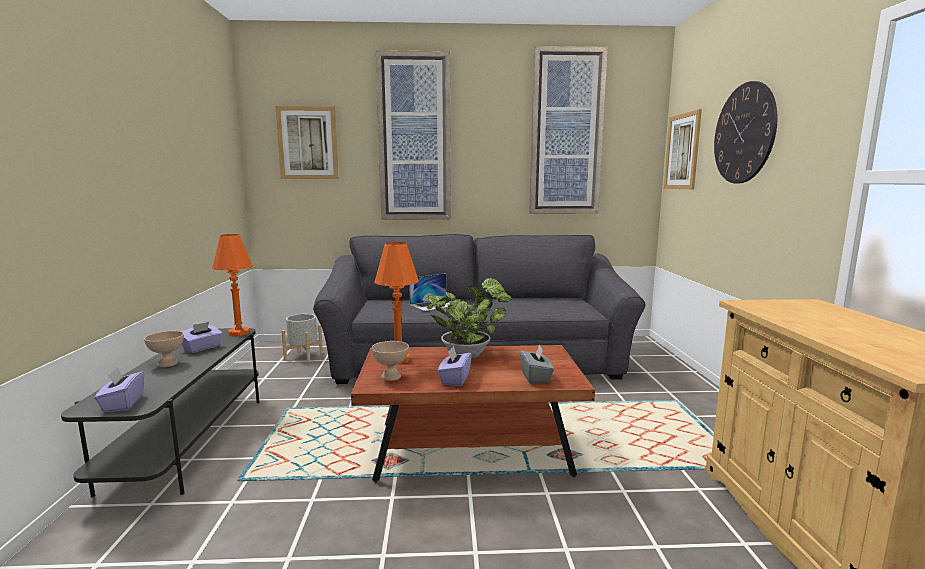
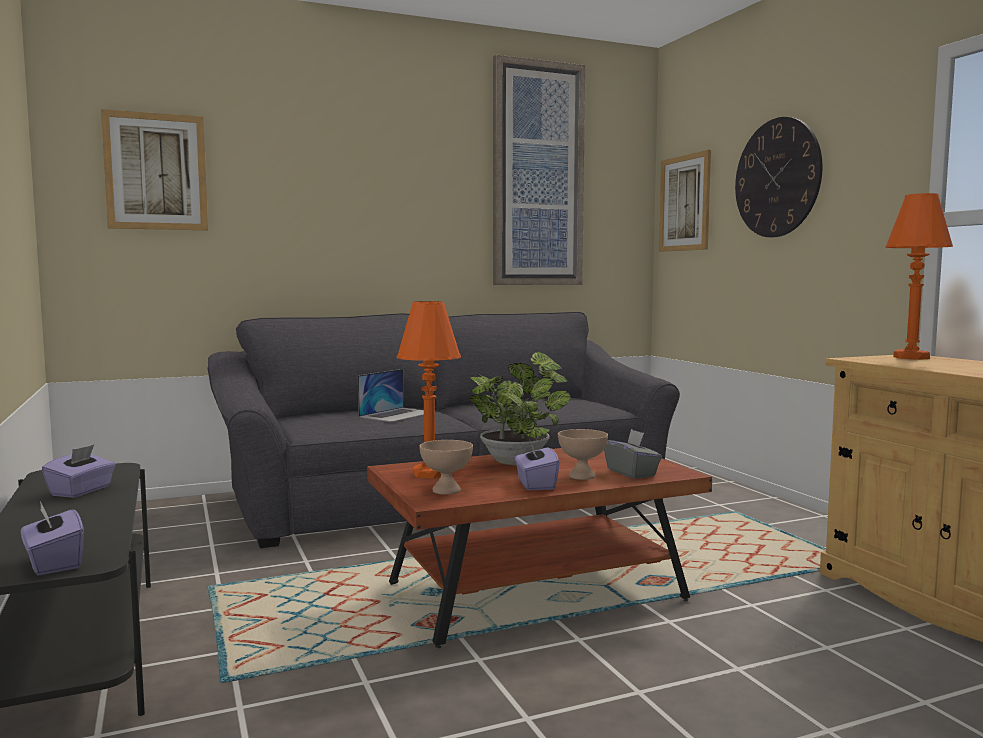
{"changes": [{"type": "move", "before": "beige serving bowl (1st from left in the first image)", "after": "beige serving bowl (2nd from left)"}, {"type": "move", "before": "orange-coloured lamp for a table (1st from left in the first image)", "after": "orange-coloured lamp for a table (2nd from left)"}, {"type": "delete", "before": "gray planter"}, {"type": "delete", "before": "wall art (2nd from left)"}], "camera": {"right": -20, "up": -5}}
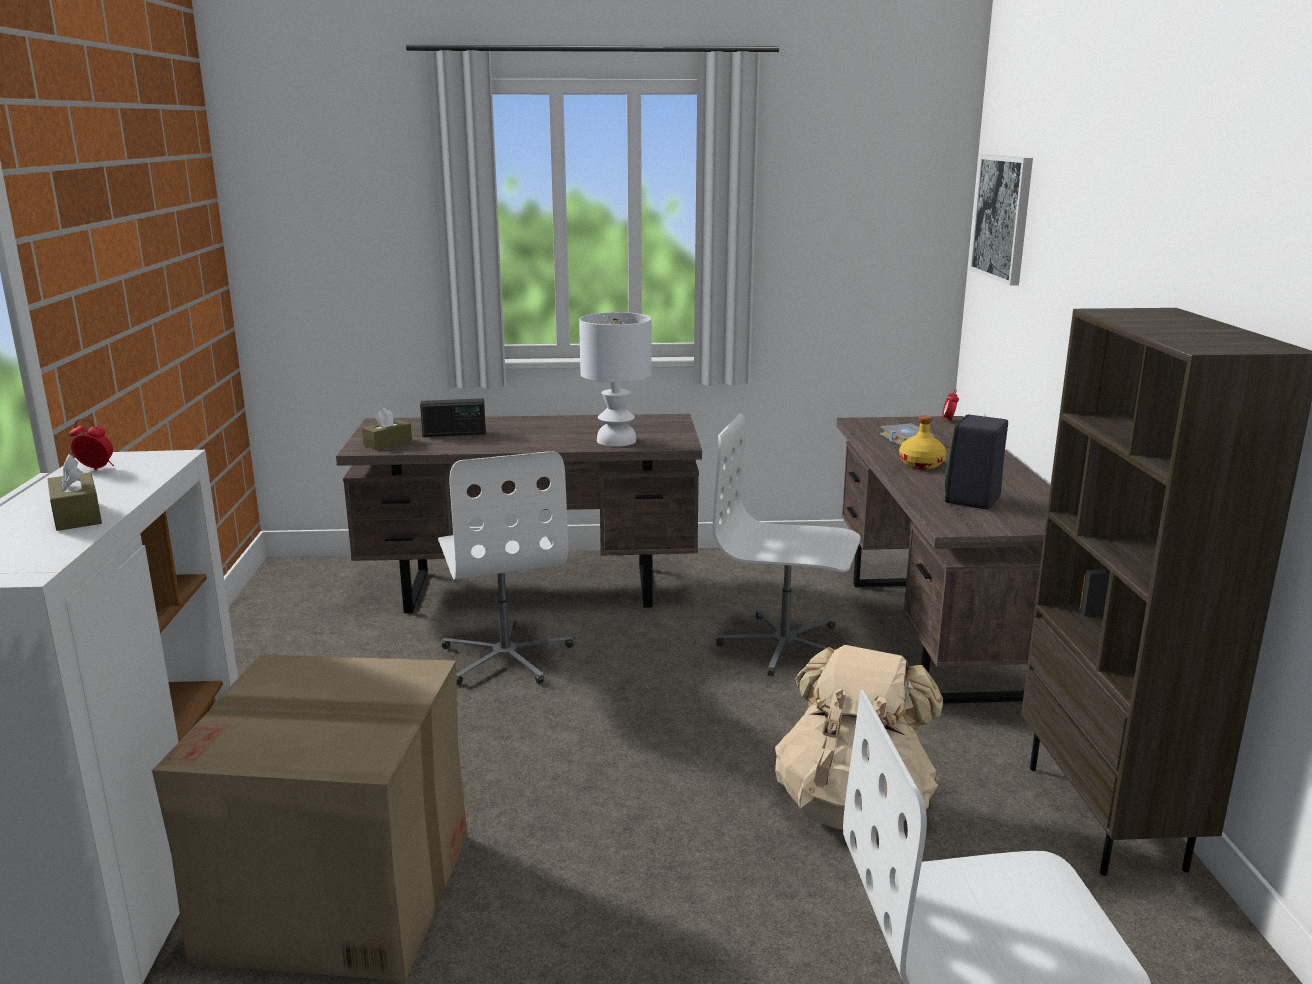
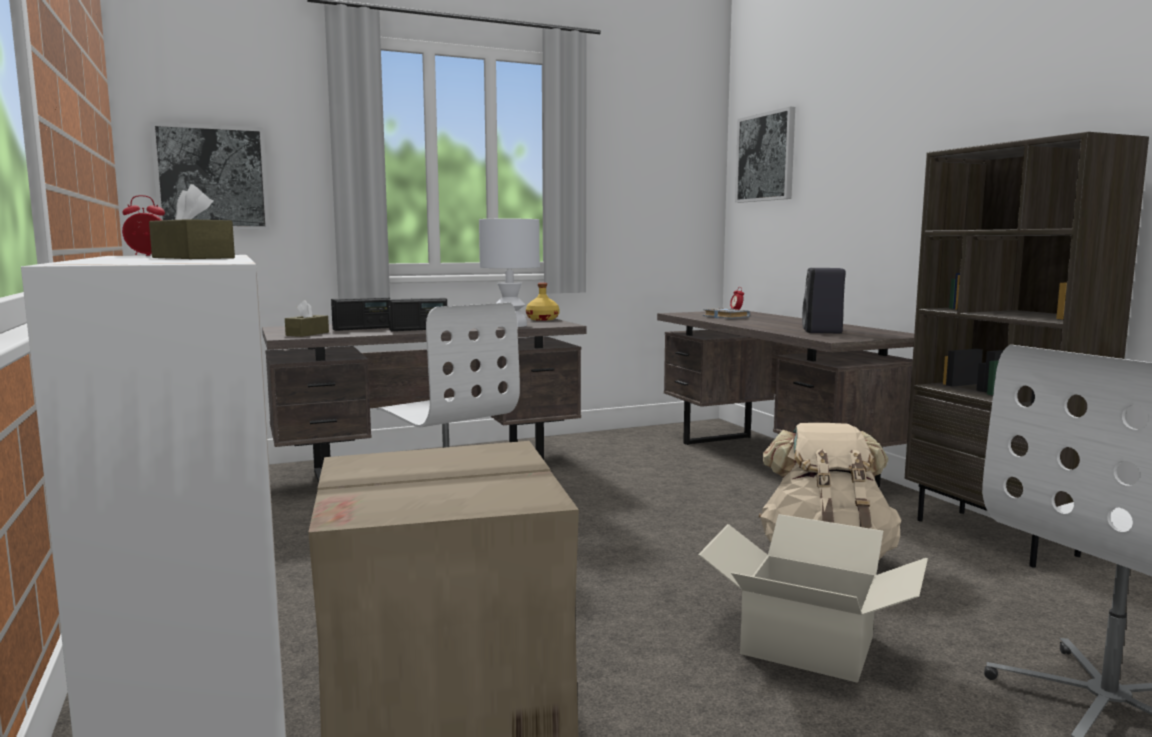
{"changes": [{"type": "delete", "before": "white desk chair (2nd from left)"}, {"type": "move", "before": "yellowish drink bottle"}, {"type": "insert", "after": "wall art (1st from left)"}, {"type": "insert", "after": "radio (2nd from left)"}, {"type": "insert", "after": "packing box (2nd from left)"}], "camera": {"right": -20, "up": -10}}
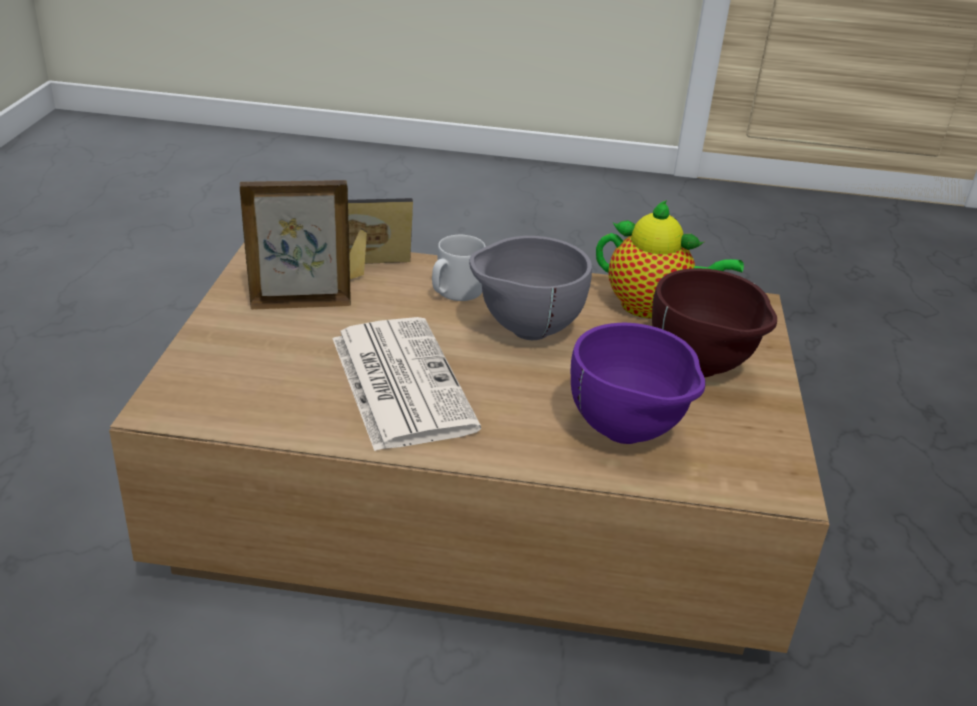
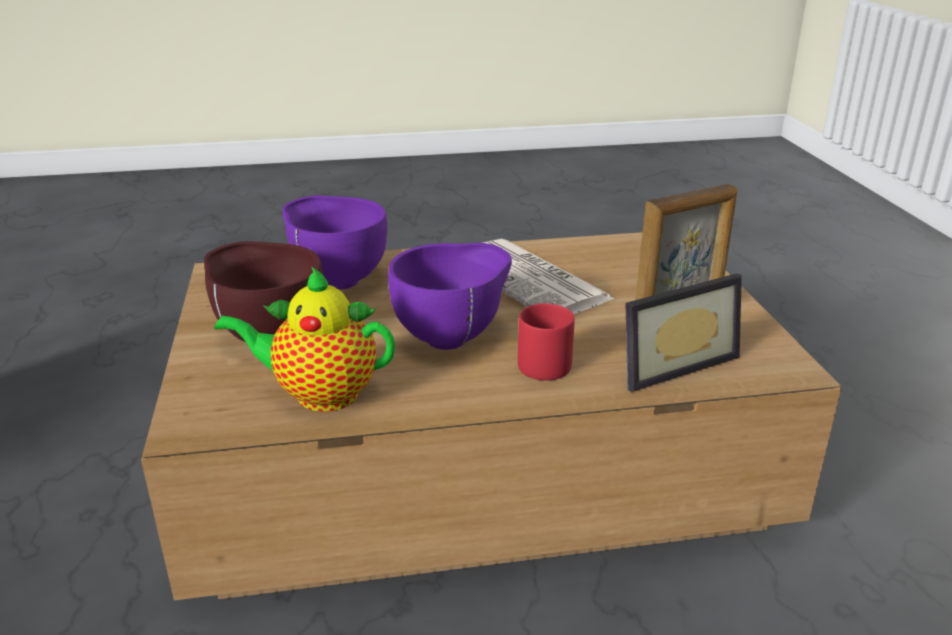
{"changes": [{"type": "recolor", "before": "gray tea mug", "after": "red tea mug"}, {"type": "recolor", "before": "gray serving bowl", "after": "purplish serving bowl (2nd from left)"}], "camera": {"right": 165, "up": -5}}
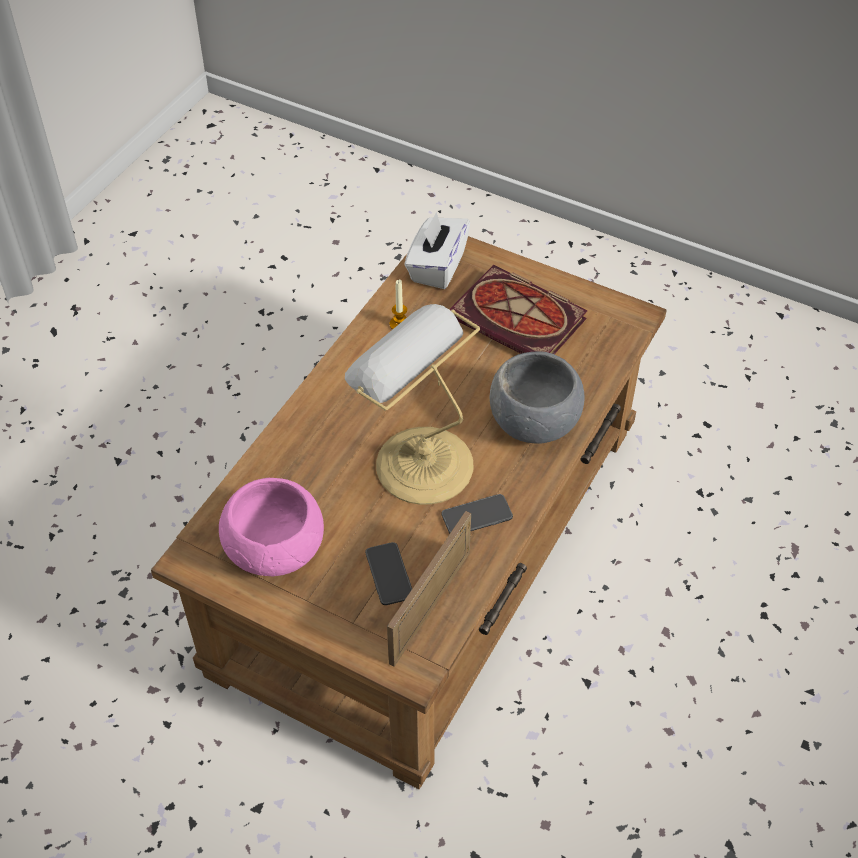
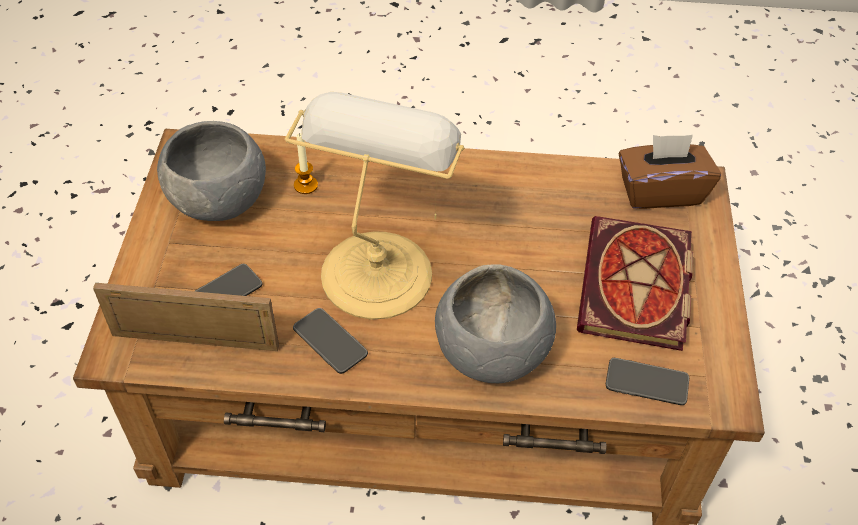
{"changes": [{"type": "recolor", "before": "pink-coloured serving bowl", "after": "gray serving bowl (1st from left)"}, {"type": "move", "before": "wax light"}, {"type": "recolor", "before": "white tissue holder", "after": "brown-coloured tissue holder"}, {"type": "insert", "after": "handset (3rd from left)"}], "camera": {"right": 65, "up": 0}}
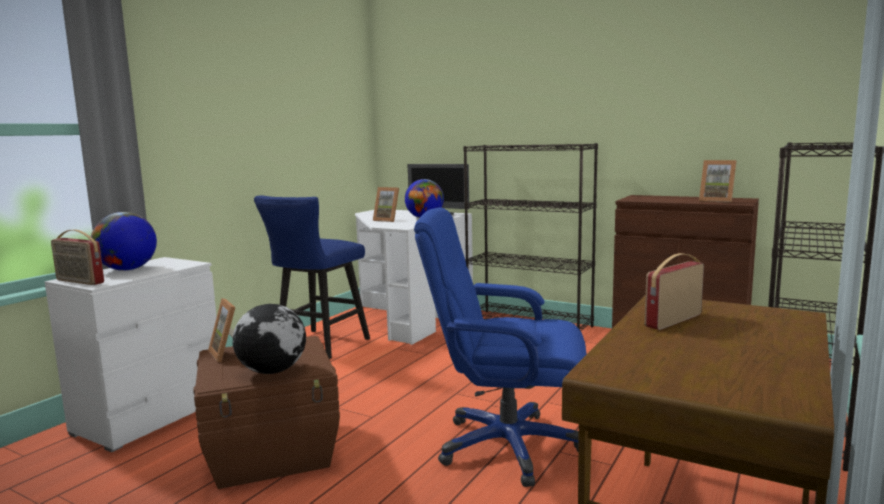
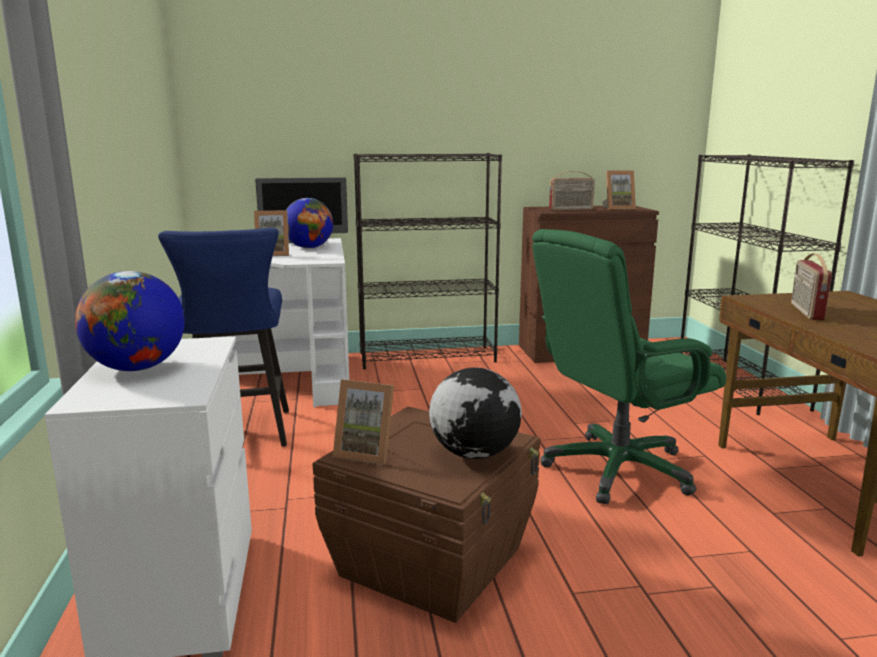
{"changes": [{"type": "move", "before": "radio (1st from left)"}, {"type": "recolor", "before": "bluish desk chair", "after": "green desk chair"}], "camera": {"right": -40, "up": 5}}
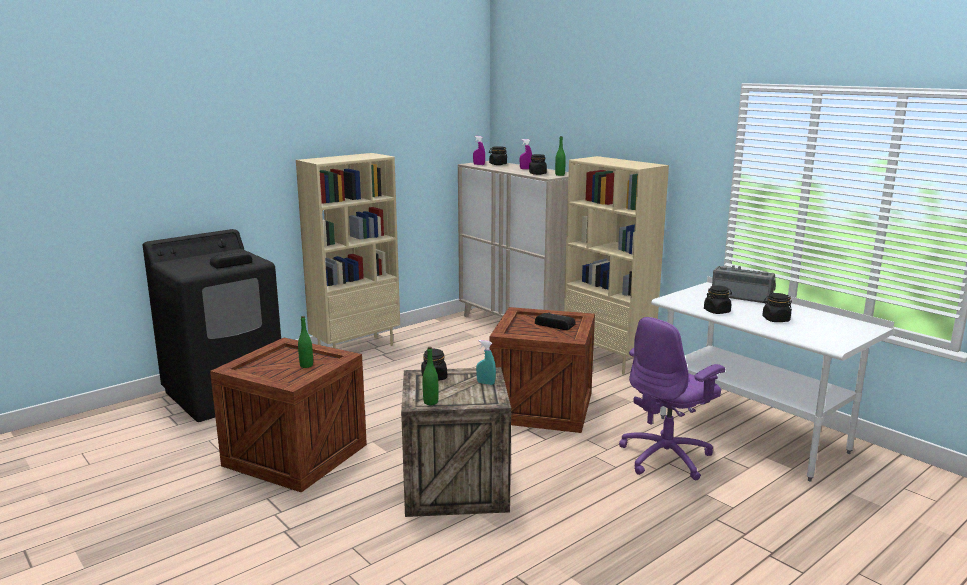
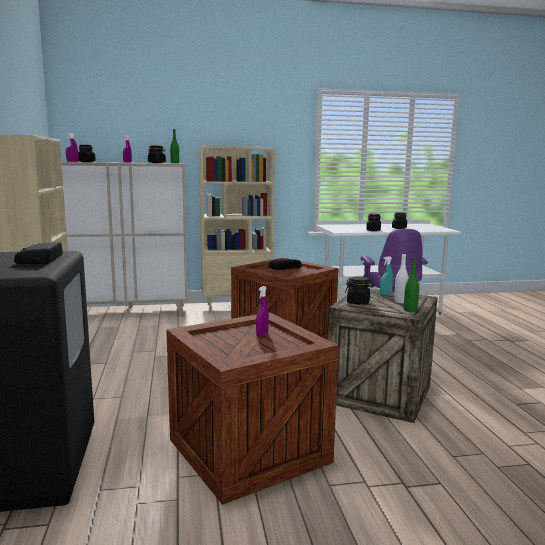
{"changes": [{"type": "replace", "before": "green drink bottle (1st from left)", "after": "purplish sprayer (3rd from left)"}, {"type": "delete", "before": "radio (3rd from left)"}, {"type": "insert", "after": "white drink bottle"}], "camera": {"right": -60, "up": -5}}
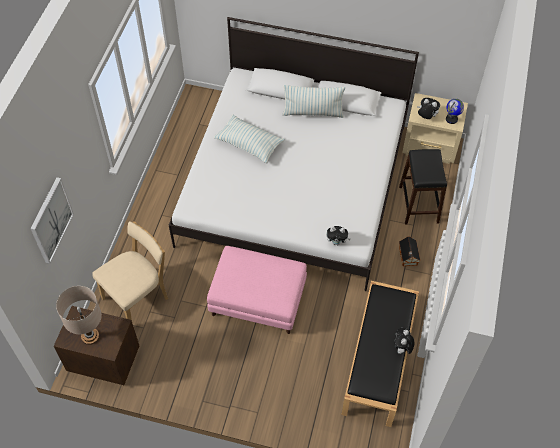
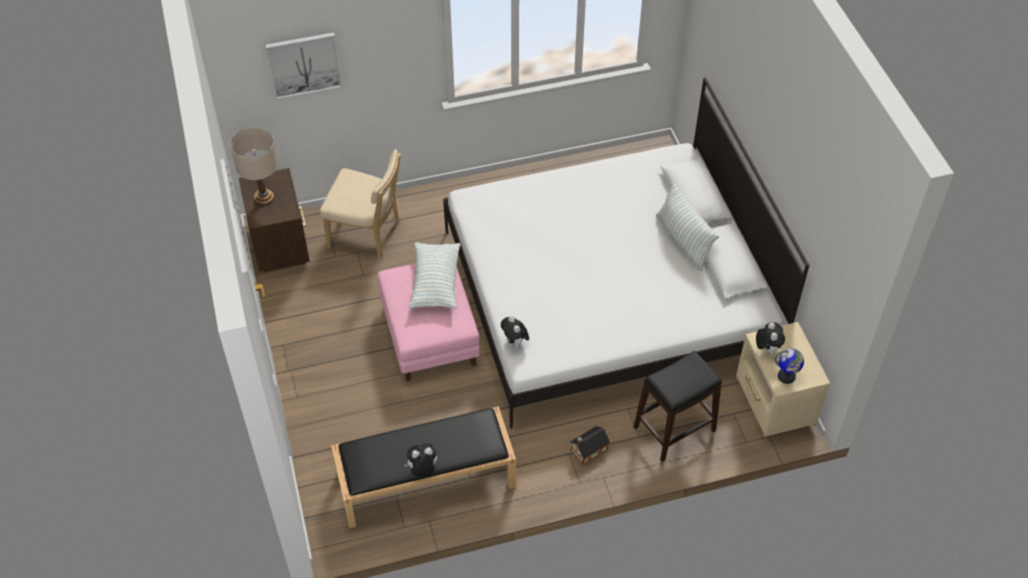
{"changes": [{"type": "move", "before": "cushion (1st from left)"}], "camera": {"right": 60, "up": -5}}
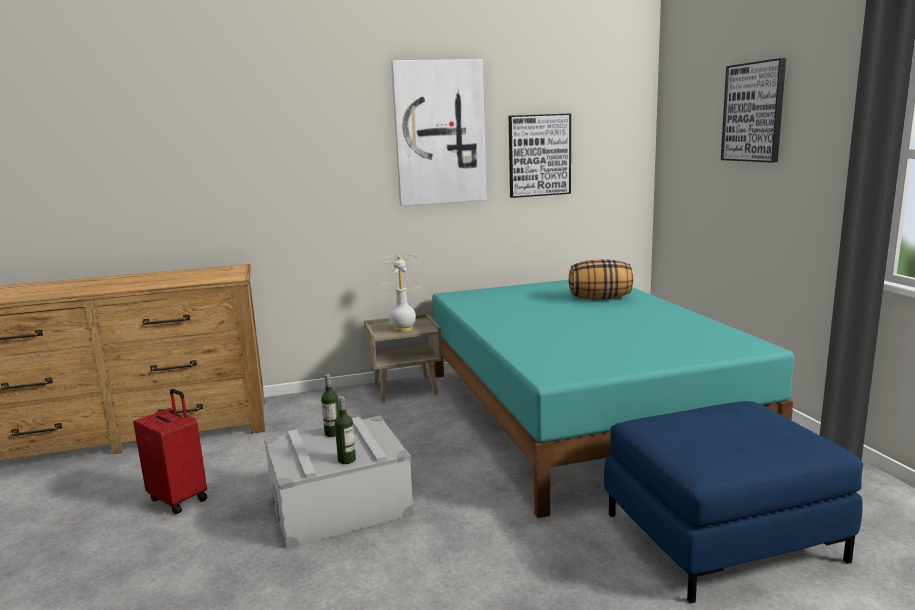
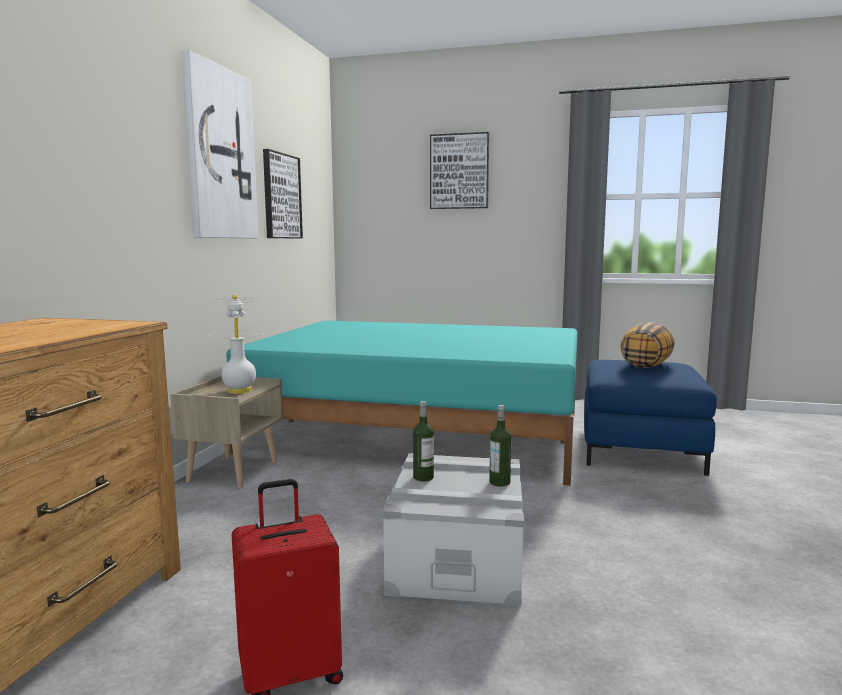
{"changes": [{"type": "move", "before": "cushion"}], "camera": {"right": -60, "up": -5}}
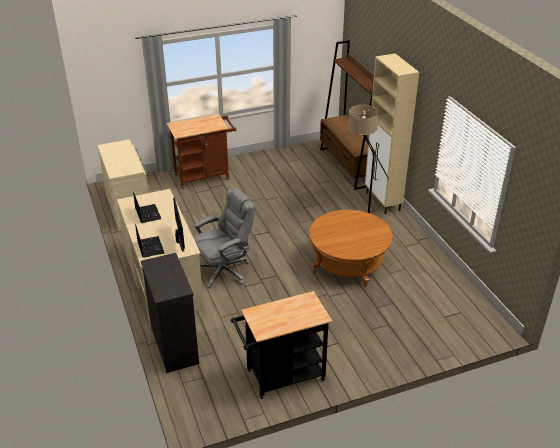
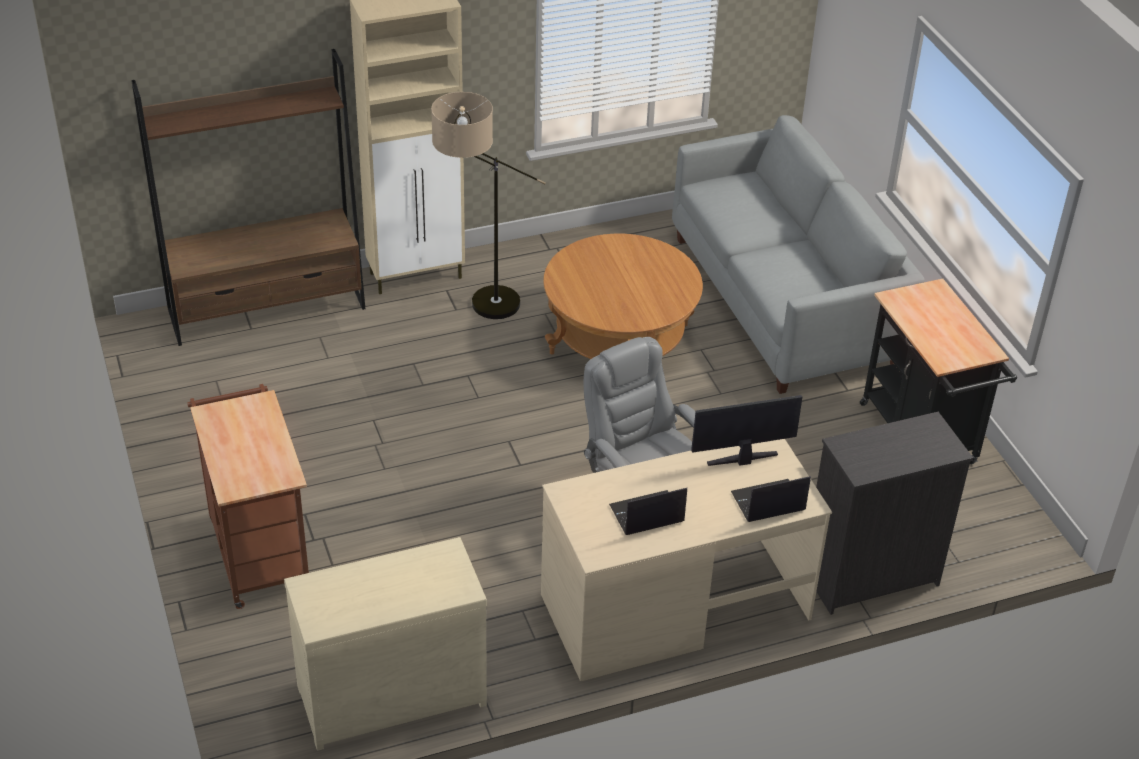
{"changes": [{"type": "insert", "after": "gray settee"}], "camera": {"right": -90, "up": 5}}
